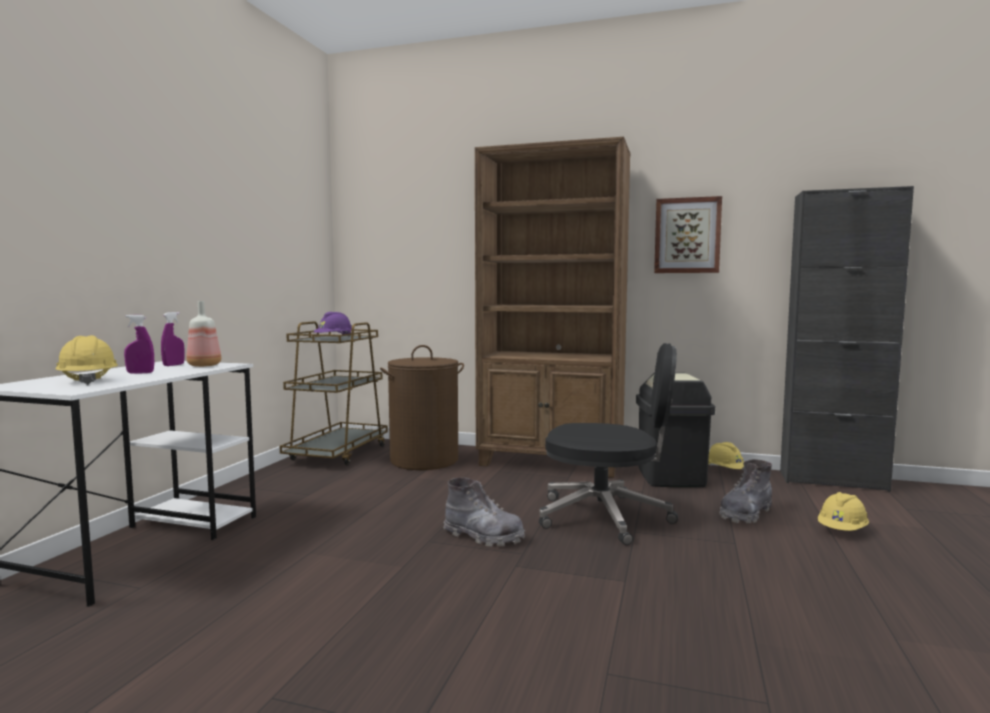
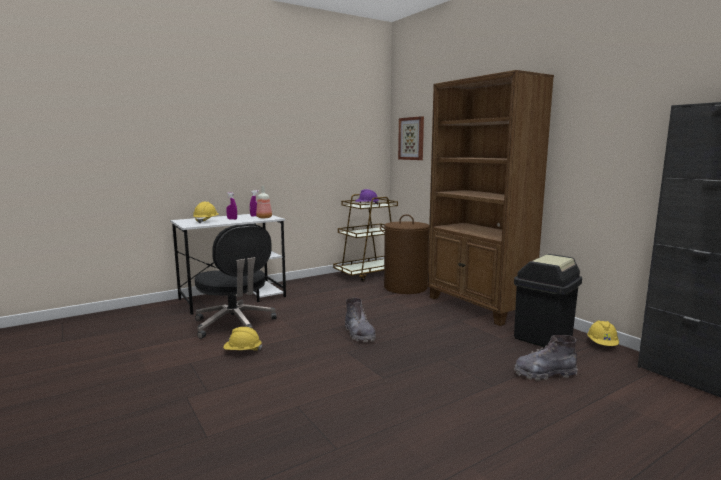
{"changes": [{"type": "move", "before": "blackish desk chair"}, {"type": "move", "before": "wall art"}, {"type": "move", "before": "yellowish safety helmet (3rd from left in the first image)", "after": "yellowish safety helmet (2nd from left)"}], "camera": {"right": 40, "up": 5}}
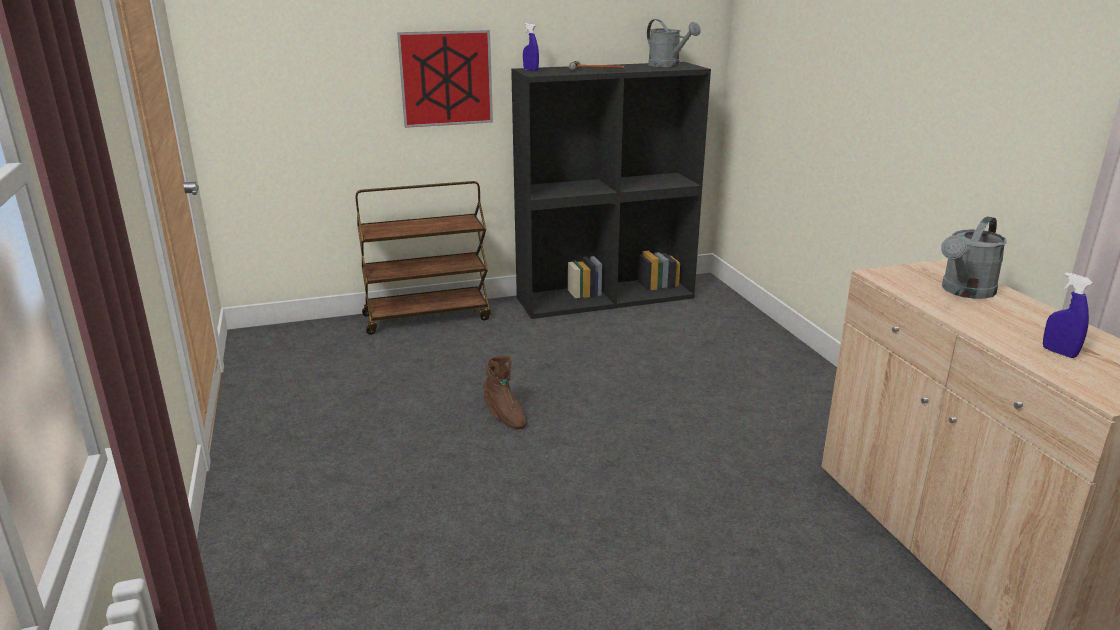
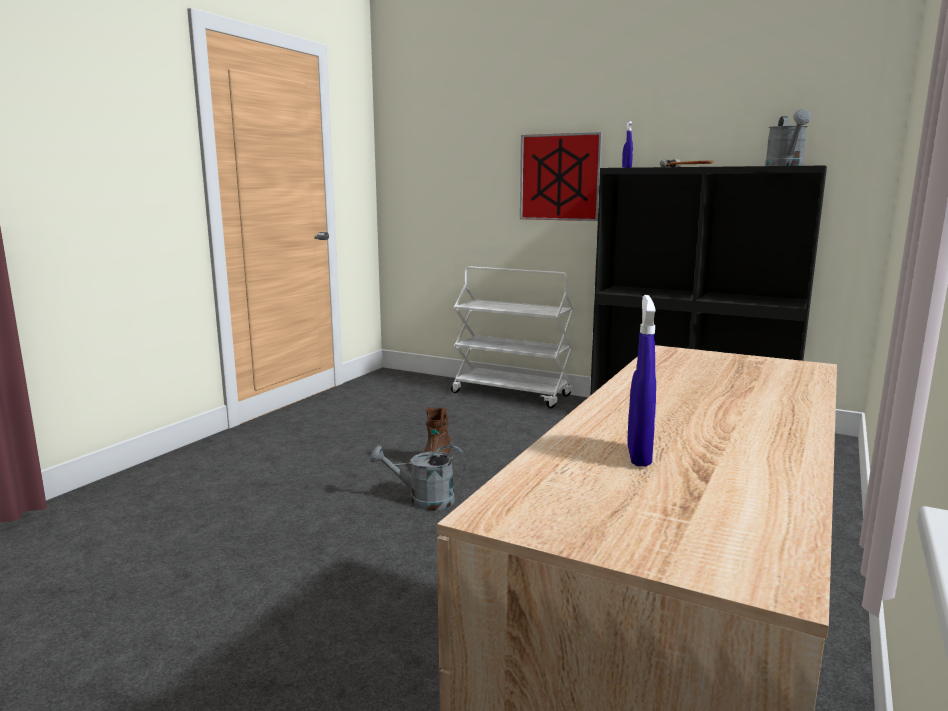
{"changes": [{"type": "recolor", "before": "brown-coloured trolley", "after": "white trolley"}, {"type": "move", "before": "gray watering can (2nd from left in the first image)", "after": "gray watering can (1st from left)"}], "camera": {"right": 45, "up": -10}}
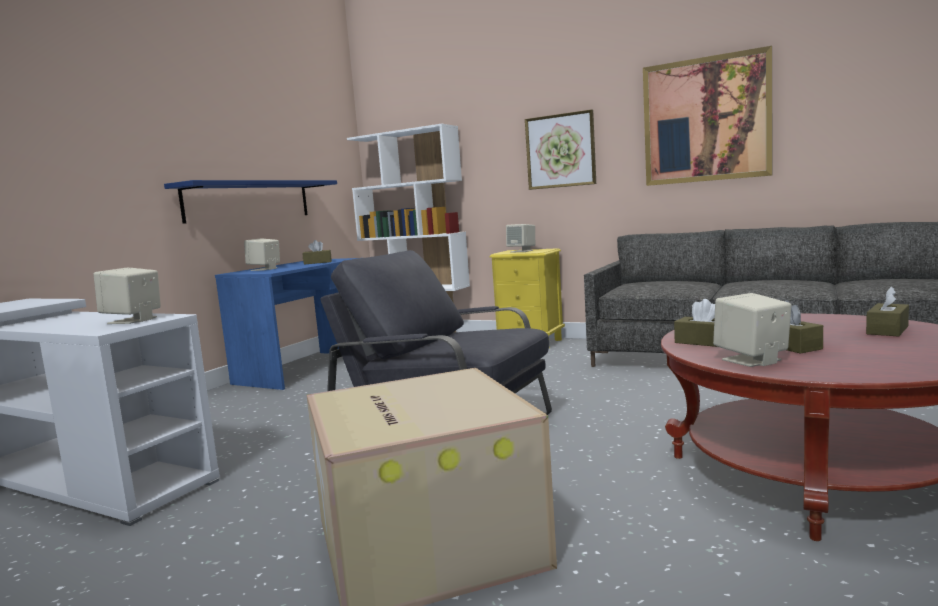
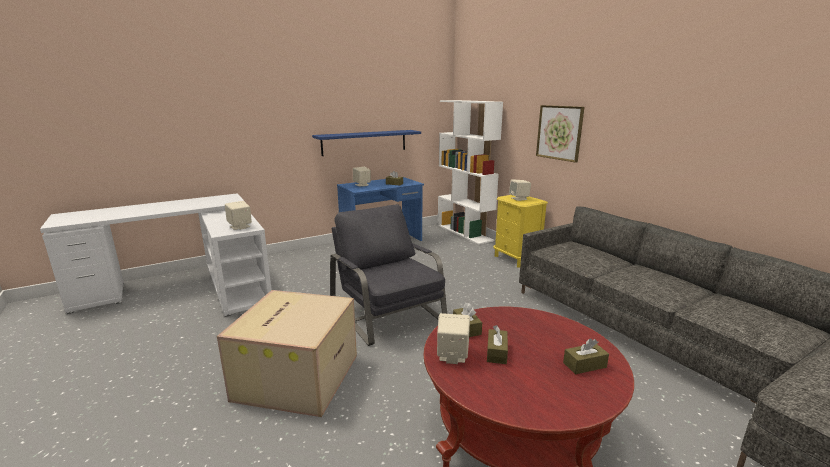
{"changes": [{"type": "delete", "before": "wall art (2nd from left)"}], "camera": {"right": 30, "up": 10}}
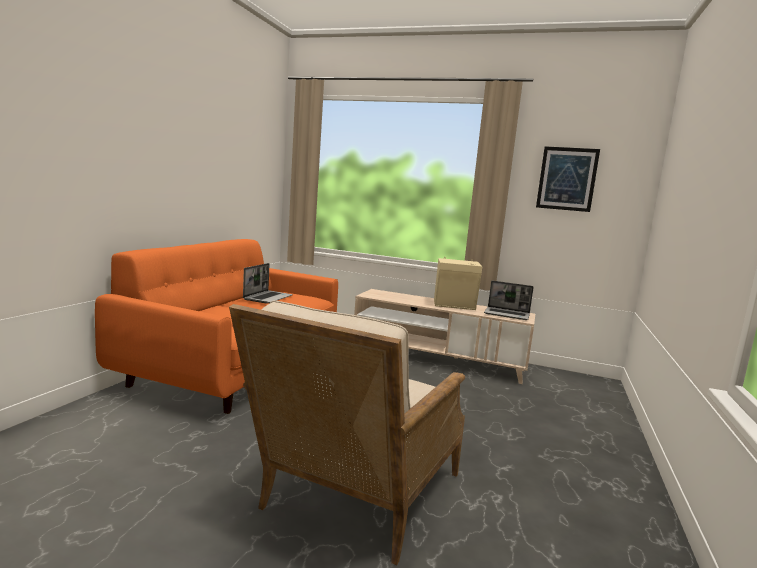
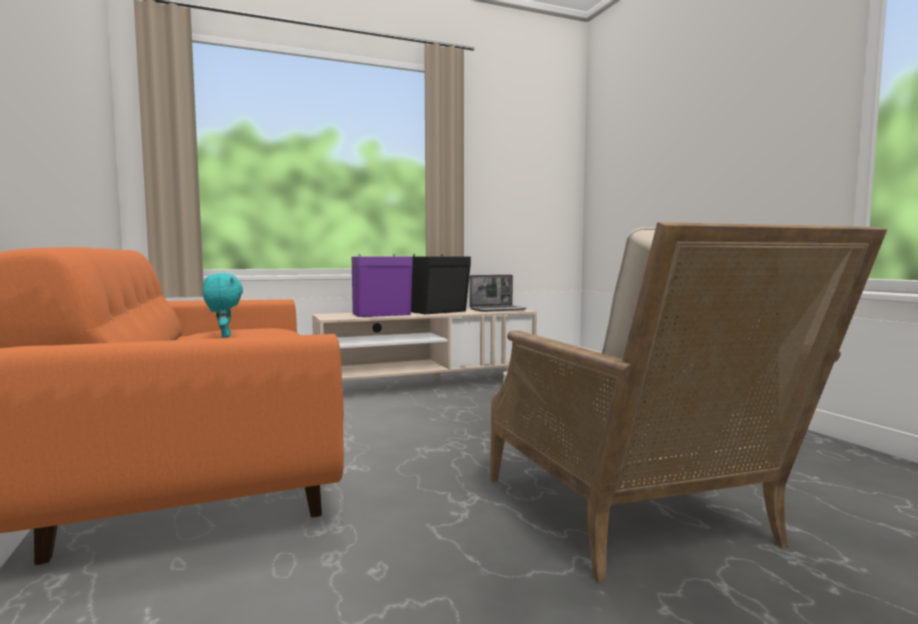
{"changes": [{"type": "replace", "before": "notebook computer (1st from left)", "after": "turquoise-coloured plush toy"}, {"type": "recolor", "before": "beige loudspeaker", "after": "blackish loudspeaker"}, {"type": "delete", "before": "wall art"}, {"type": "insert", "after": "purplish loudspeaker"}], "camera": {"right": -40, "up": -5}}
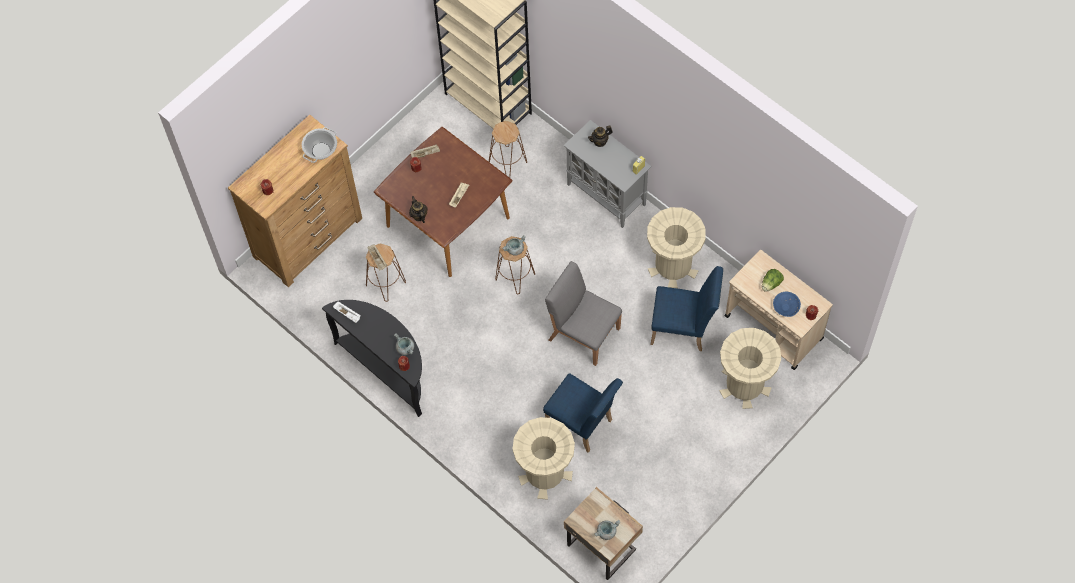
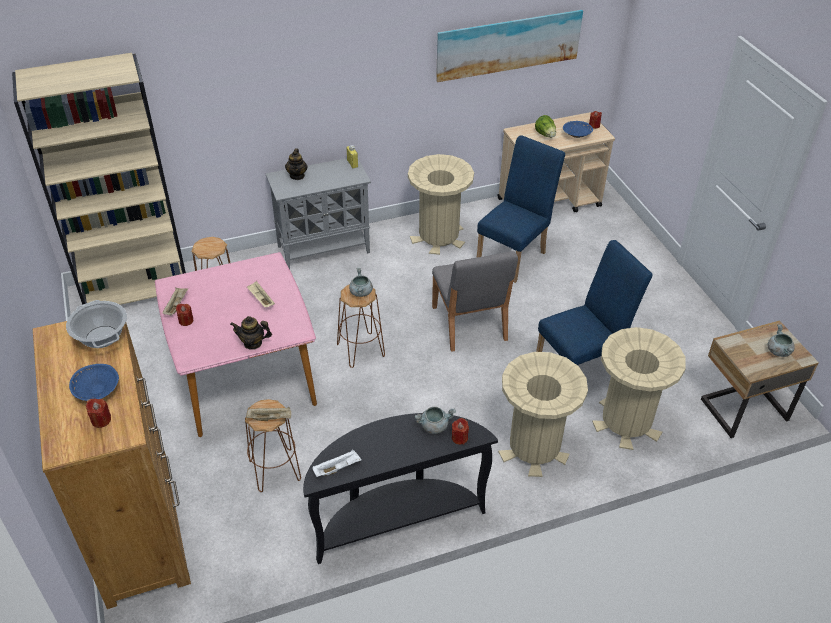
{"changes": [{"type": "recolor", "before": "brown-coloured kitchen table", "after": "pink-coloured kitchen table"}, {"type": "rotate", "before": "gray chair", "turn": -75}, {"type": "move", "before": "beige rubbish bin (3rd from left in the first image)", "after": "beige rubbish bin (2nd from left)"}, {"type": "insert", "after": "bluish serving bowl (1st from left)"}, {"type": "insert", "after": "wall art"}], "camera": {"right": -65, "up": -20}}
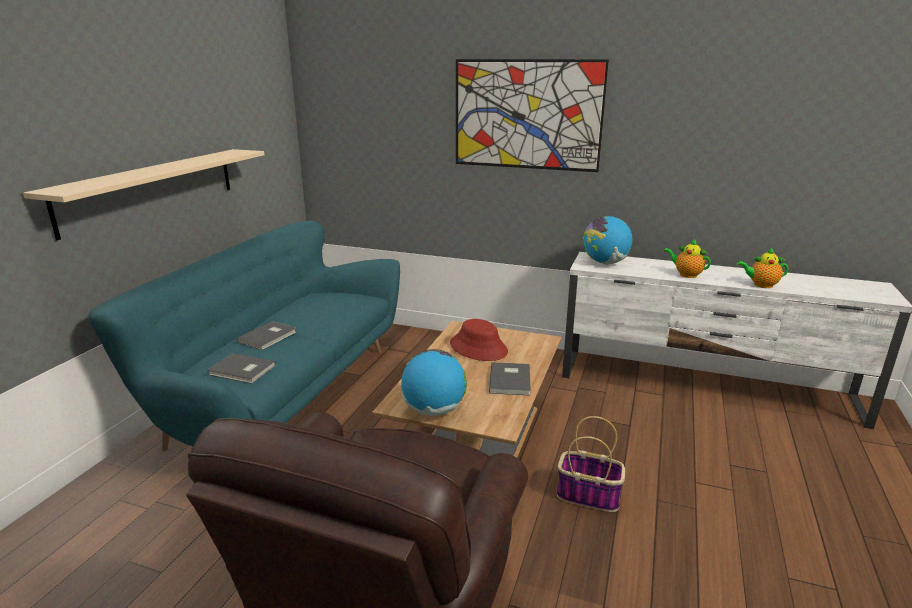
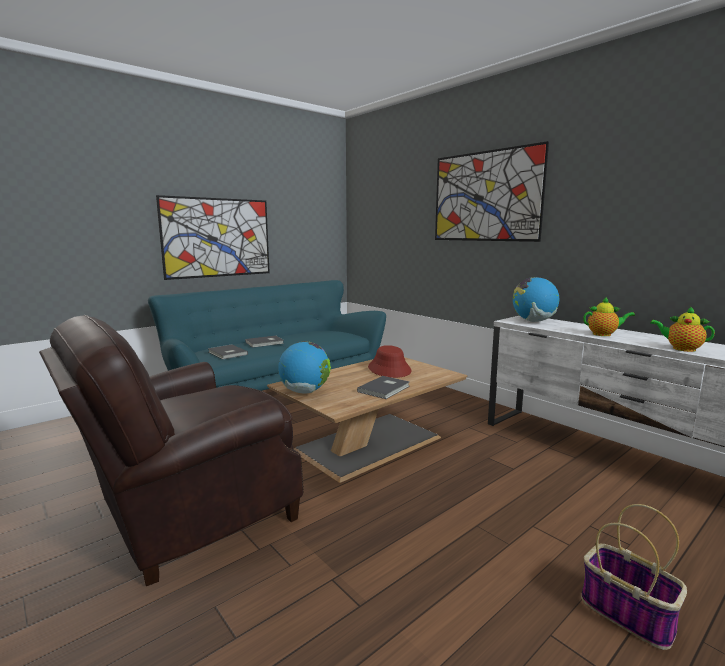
{"changes": [{"type": "replace", "before": "beige shelf", "after": "wall art (1st from left)"}, {"type": "move", "before": "storage basket"}, {"type": "rotate", "before": "pot for tea (1st from left)", "turn": 120}], "camera": {"right": 30, "up": -10}}
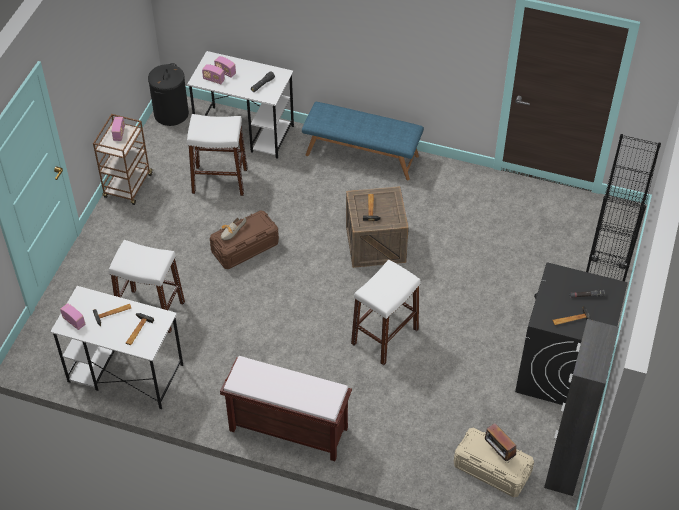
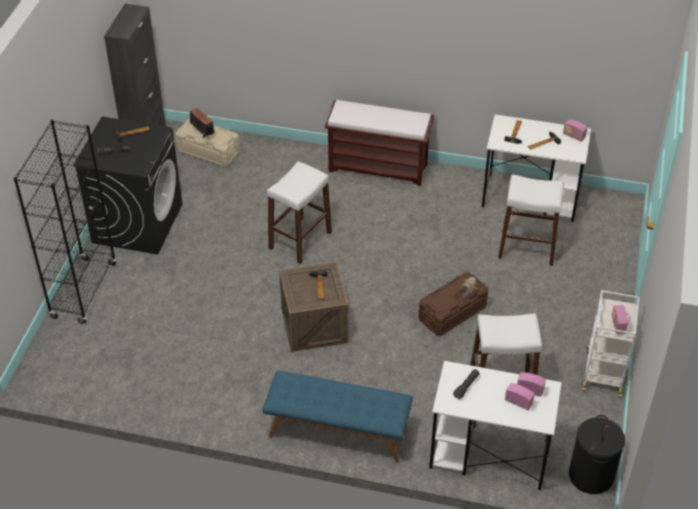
{"changes": [{"type": "recolor", "before": "brown-coloured trolley", "after": "white trolley"}], "camera": {"right": 175, "up": -5}}
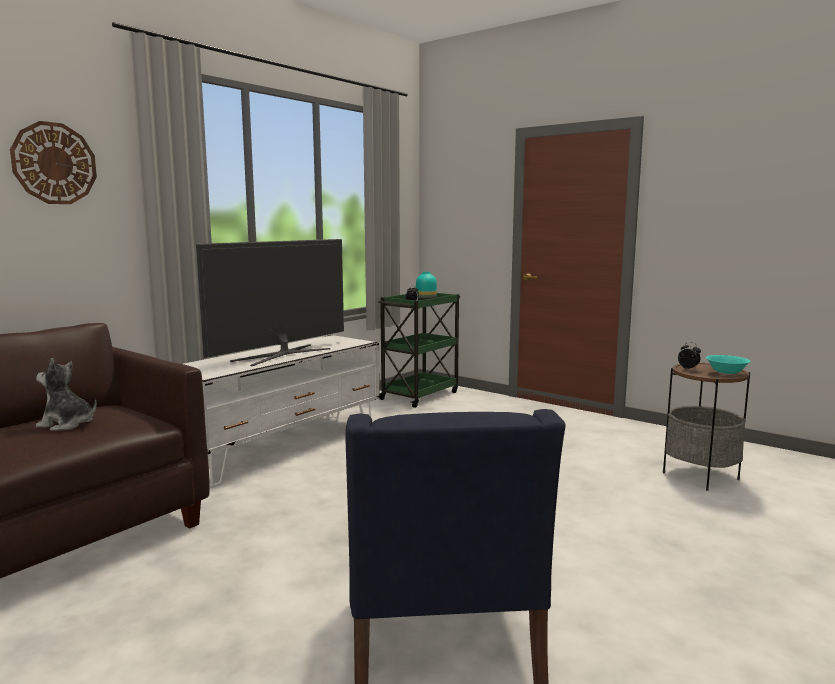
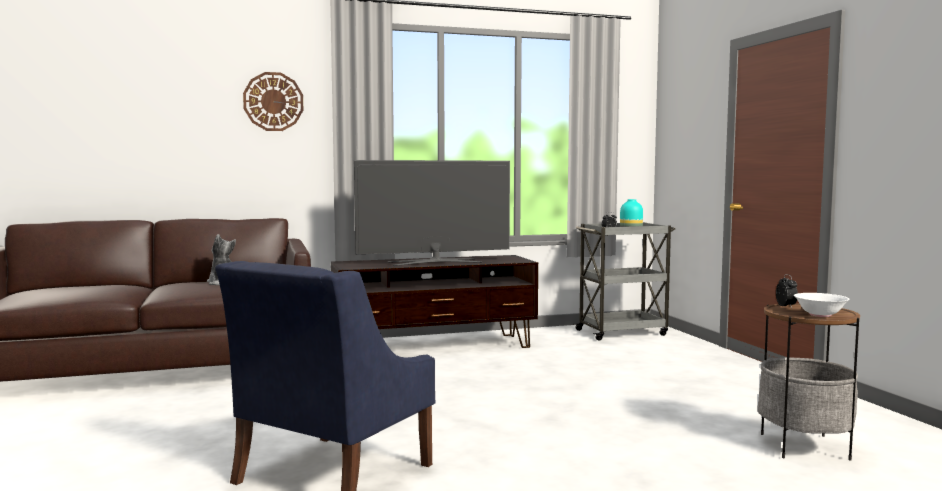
{"changes": [{"type": "recolor", "before": "white media console", "after": "brown-coloured media console"}, {"type": "recolor", "before": "green trolley", "after": "gray trolley"}, {"type": "recolor", "before": "turquoise-coloured serving bowl", "after": "white serving bowl"}], "camera": {"right": 35, "up": -5}}
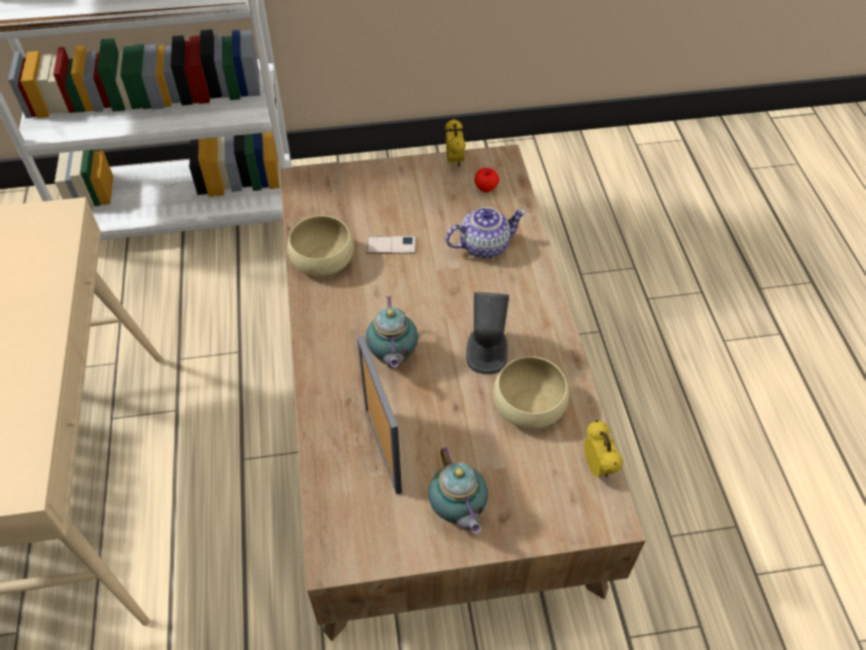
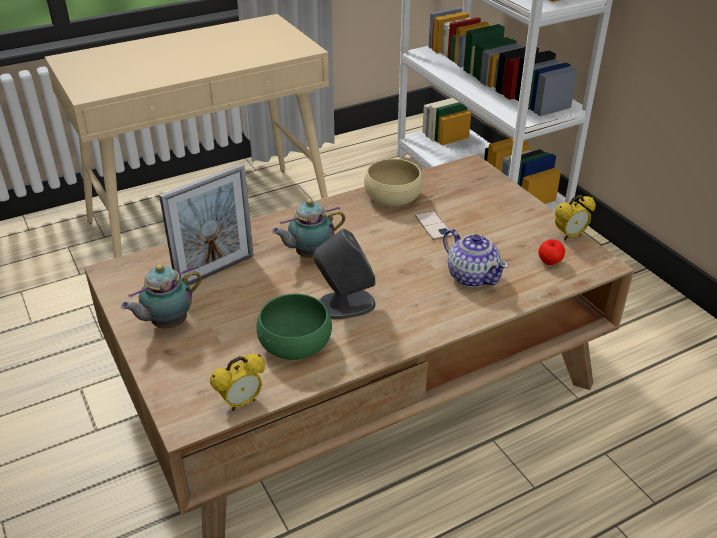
{"changes": [{"type": "recolor", "before": "beige serving bowl (2nd from left)", "after": "green serving bowl"}], "camera": {"right": 70, "up": -15}}
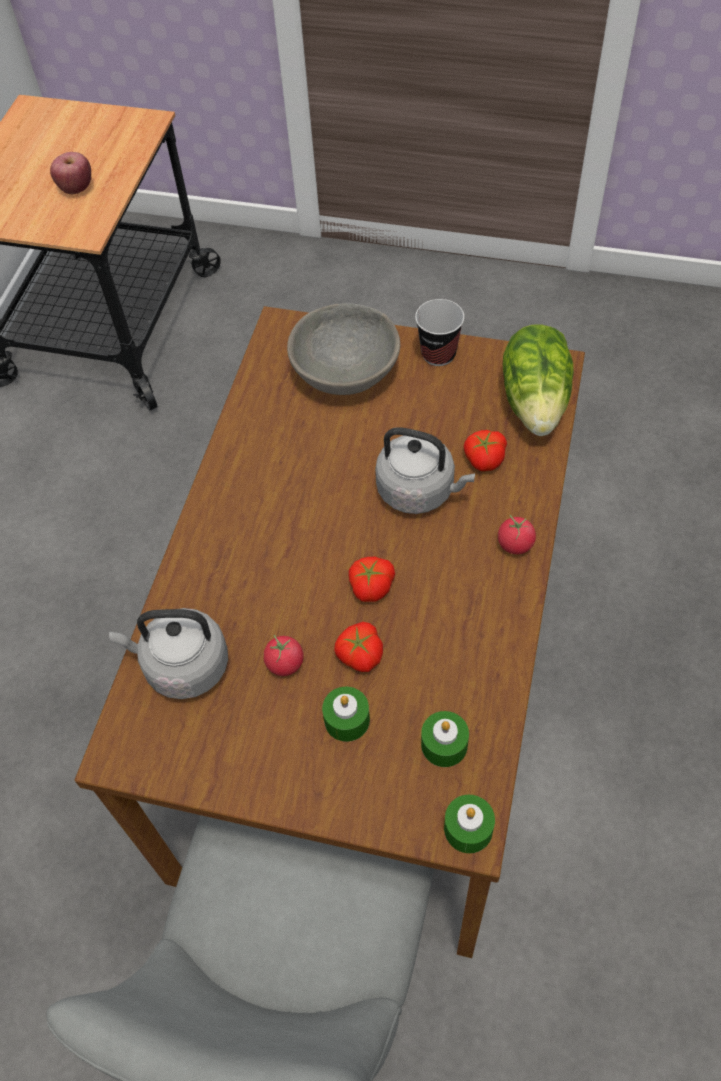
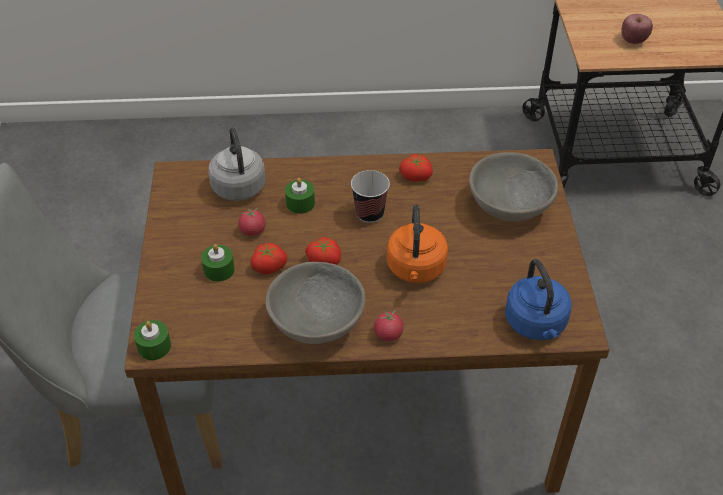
{"changes": [{"type": "recolor", "before": "gray tea kettle (2nd from left)", "after": "orange-coloured tea kettle"}, {"type": "move", "before": "cup"}, {"type": "move", "before": "green wax light (2nd from left in the first image)", "after": "green wax light (3rd from left)"}, {"type": "move", "before": "whole tomato (4th from left in the first image)", "after": "whole tomato (5th from left)"}, {"type": "replace", "before": "lettuce head", "after": "bluish tea kettle"}, {"type": "insert", "after": "gray serving bowl (1st from left)"}], "camera": {"right": 70, "up": -10}}
